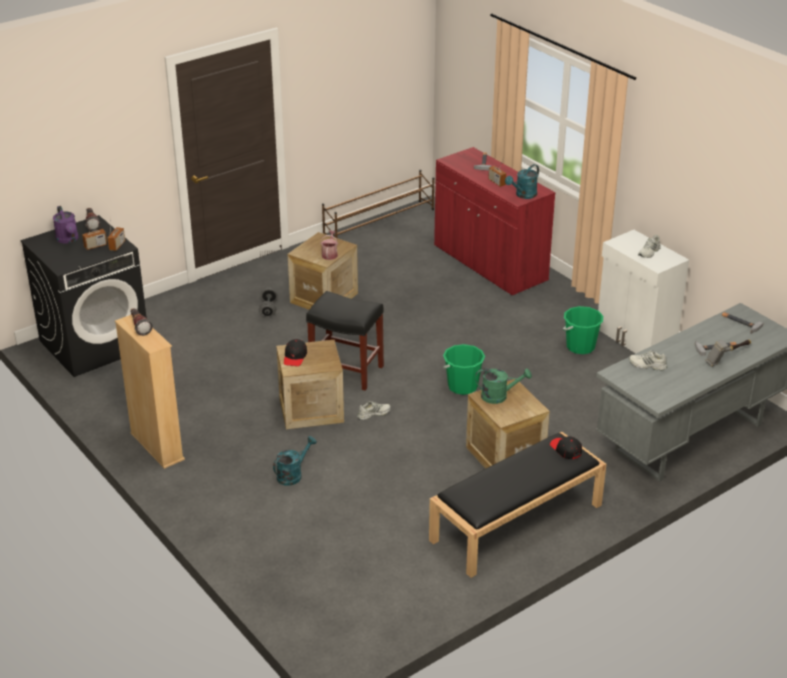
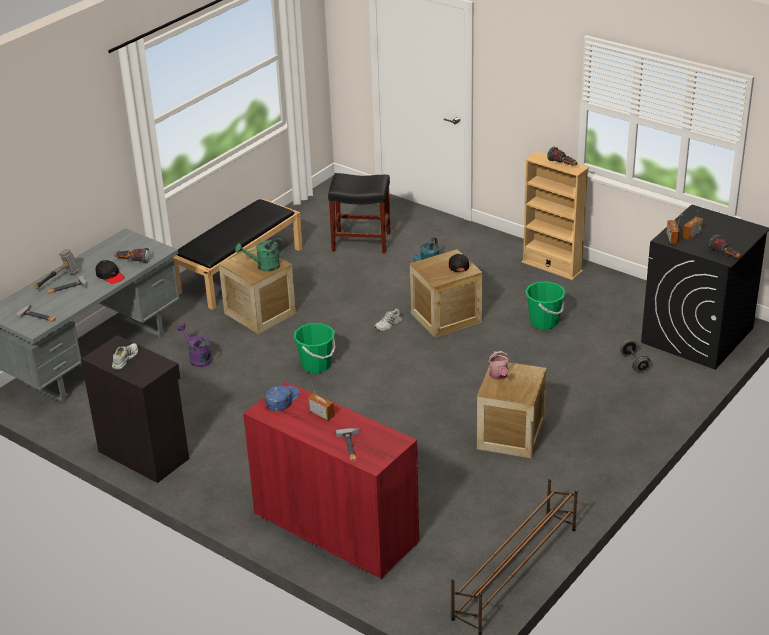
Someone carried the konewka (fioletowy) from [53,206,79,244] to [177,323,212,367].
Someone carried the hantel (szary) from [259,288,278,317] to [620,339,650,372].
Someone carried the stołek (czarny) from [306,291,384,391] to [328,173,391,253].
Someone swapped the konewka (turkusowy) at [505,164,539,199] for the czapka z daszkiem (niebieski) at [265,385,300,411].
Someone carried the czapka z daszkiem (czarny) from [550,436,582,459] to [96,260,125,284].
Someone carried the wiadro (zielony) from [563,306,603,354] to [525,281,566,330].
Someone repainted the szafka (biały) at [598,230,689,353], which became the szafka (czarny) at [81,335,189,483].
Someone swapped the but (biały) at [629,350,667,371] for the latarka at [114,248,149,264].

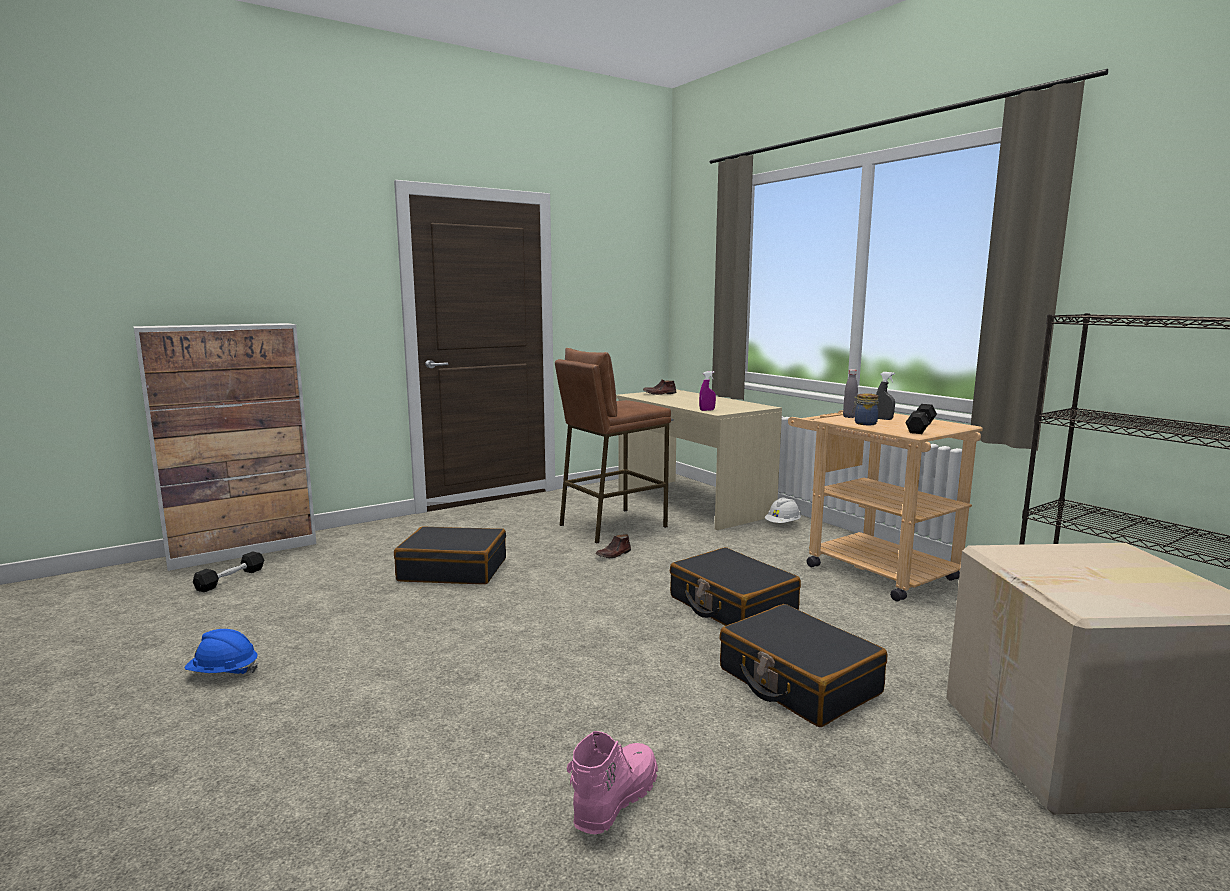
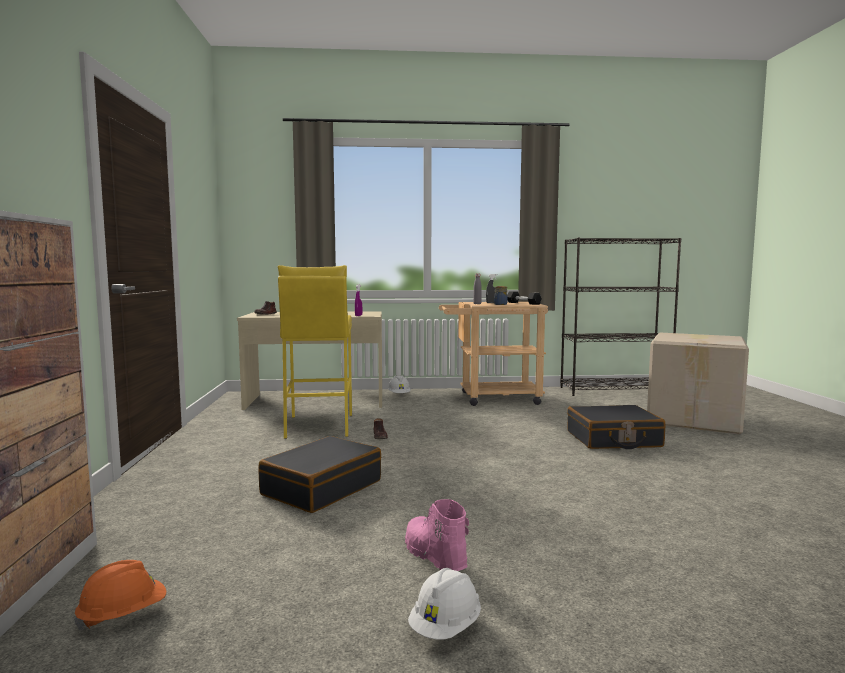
Someone repainted the kask (niebieski) at [185,629,258,674], which became the kask (biały) at [408,568,481,640].
Someone swapped the hantel (czarny) at [193,551,264,592] for the kask (pomarańczowy) at [74,560,166,630].
Someone repainted the stołek (brązowy) at [555,348,671,544], which became the stołek (żółty) at [278,265,352,439].
Someone carried the but z cholewką (różowy) from [567,731,658,834] to [405,499,469,571].
Someone took away the walizka (czarny) at [670,547,801,626].

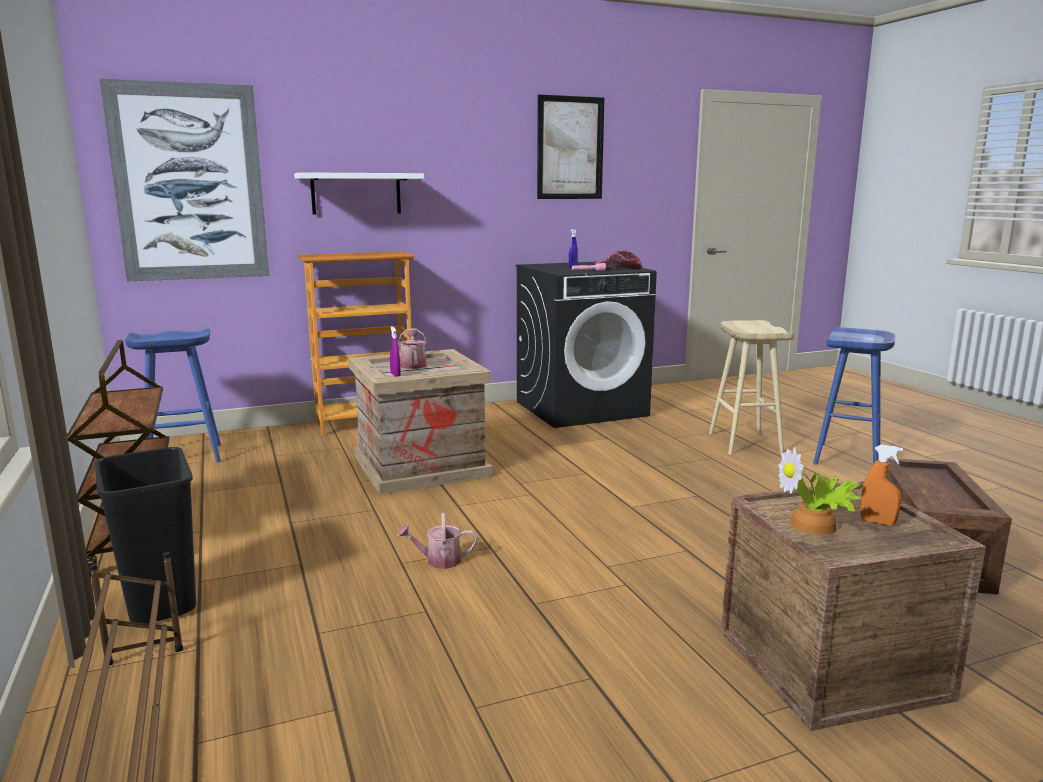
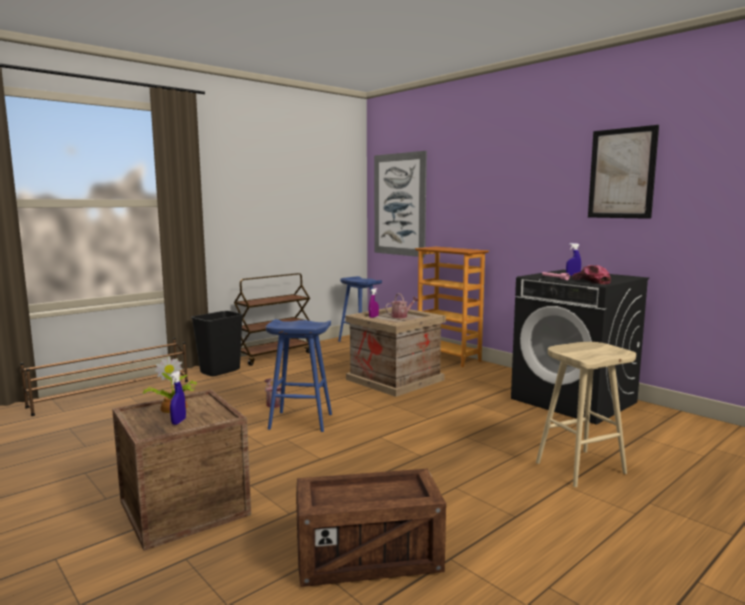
Someone took away the półka (biały) at [294,172,424,215].
Someone carried the stołek (niebieski) from [813,327,896,465] to [266,319,332,432].
Someone repainted the spryskiwacz (pomarańczowy) at [860,445,903,525], which became the spryskiwacz (niebieski) at [170,371,186,425].

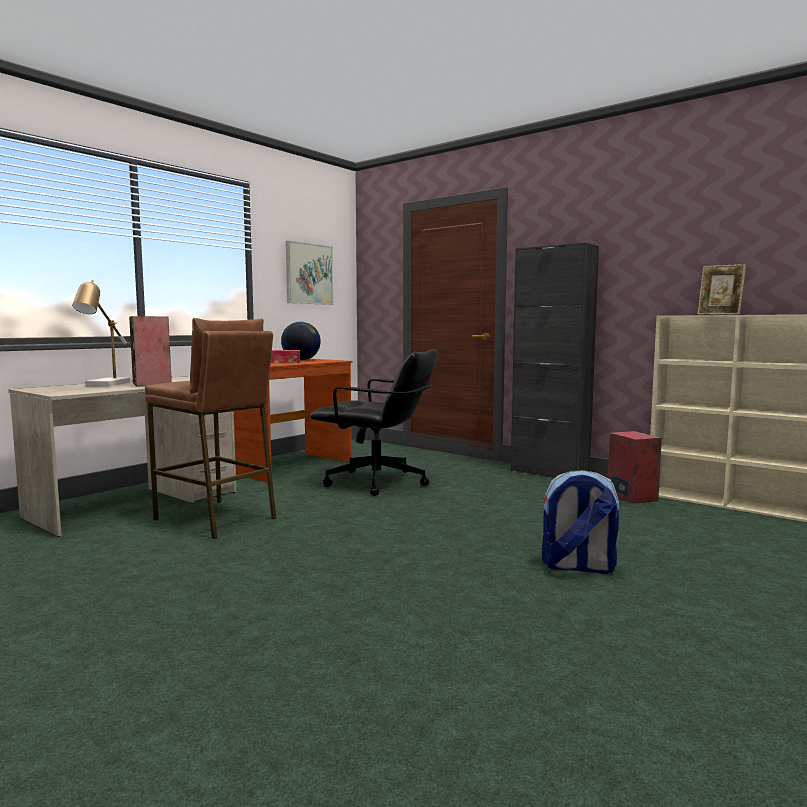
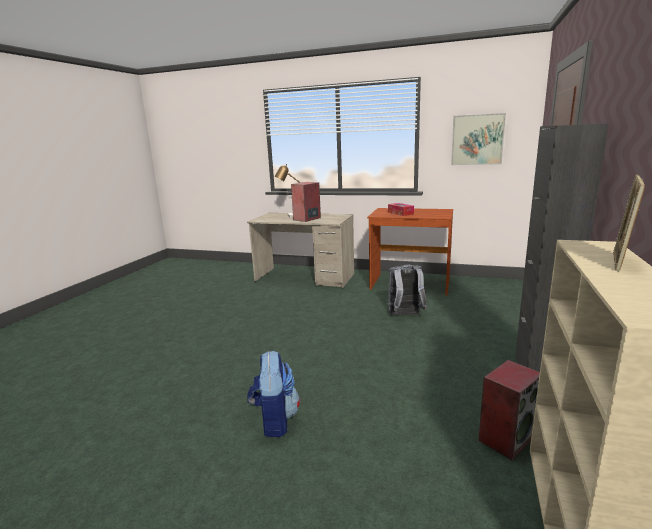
Someone took away the stołek (brązowy) at [145,318,277,539].
Someone took away the globus at [281,322,321,361].
Someone swapped the krzesło biurowe (czarny) at [310,349,438,496] for the plecak (szary) at [387,265,427,315].

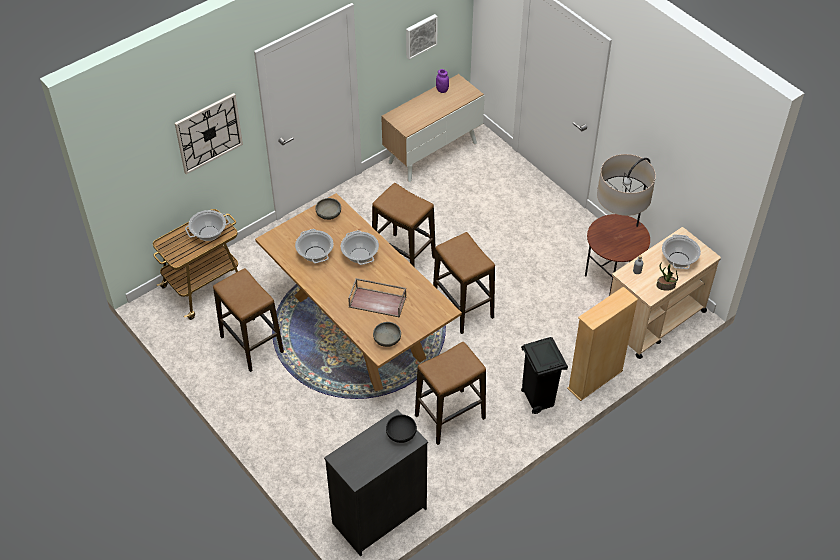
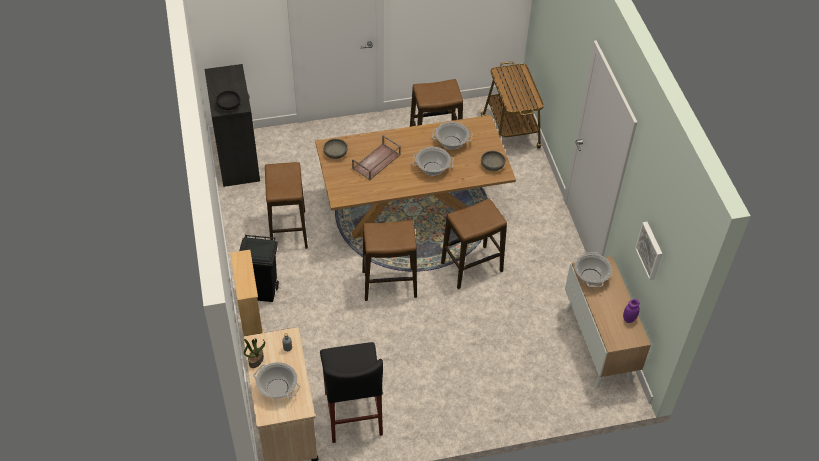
Someone took away the zegar ścienny at [175,93,243,174].
Someone carried the garnek from [185,210,230,241] to [575,252,612,287].
Someone swapped the lampa stojąca at [585,154,656,296] for the stołek (czarny) at [320,342,383,443].

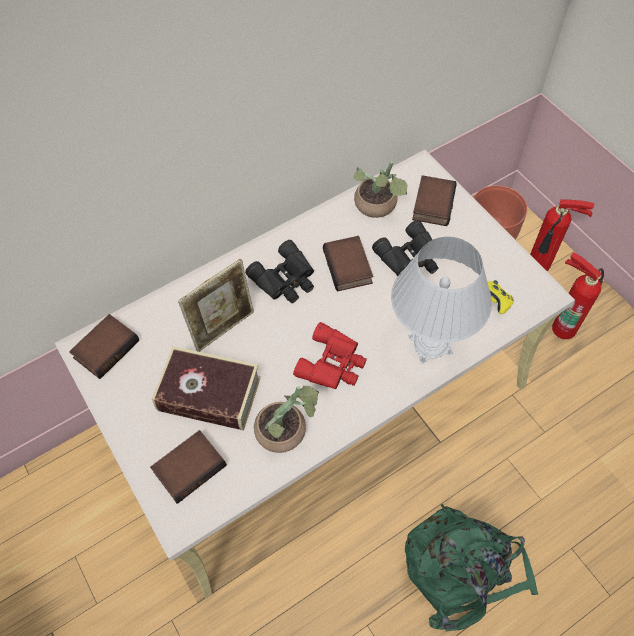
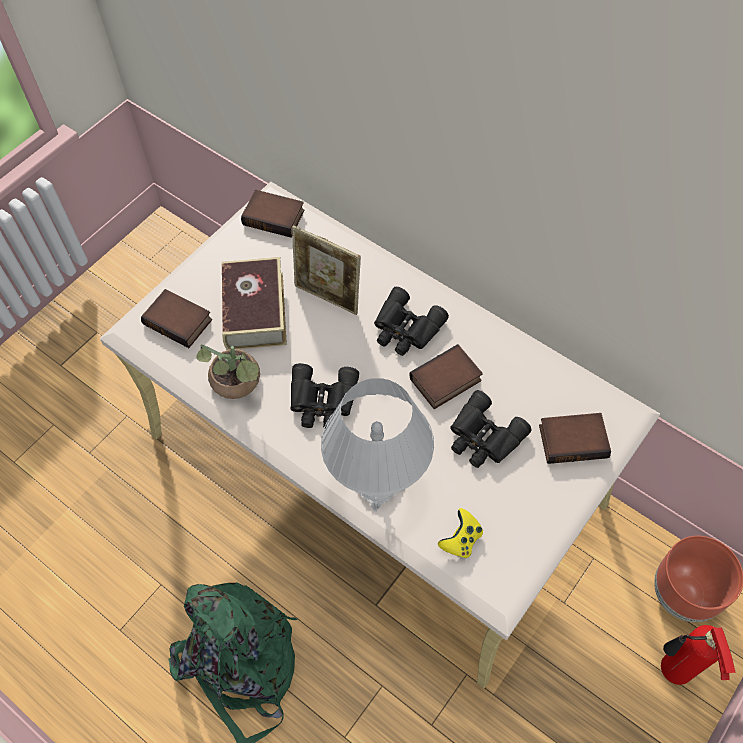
Someone repainted the lornetka (czerwony) at [293,322,367,389], which became the lornetka (czarny) at [291,363,359,428].
Someone took away the roślina doniczkowa at [354,161,408,218].
Someone took away the gaśnica at [552,252,604,339].

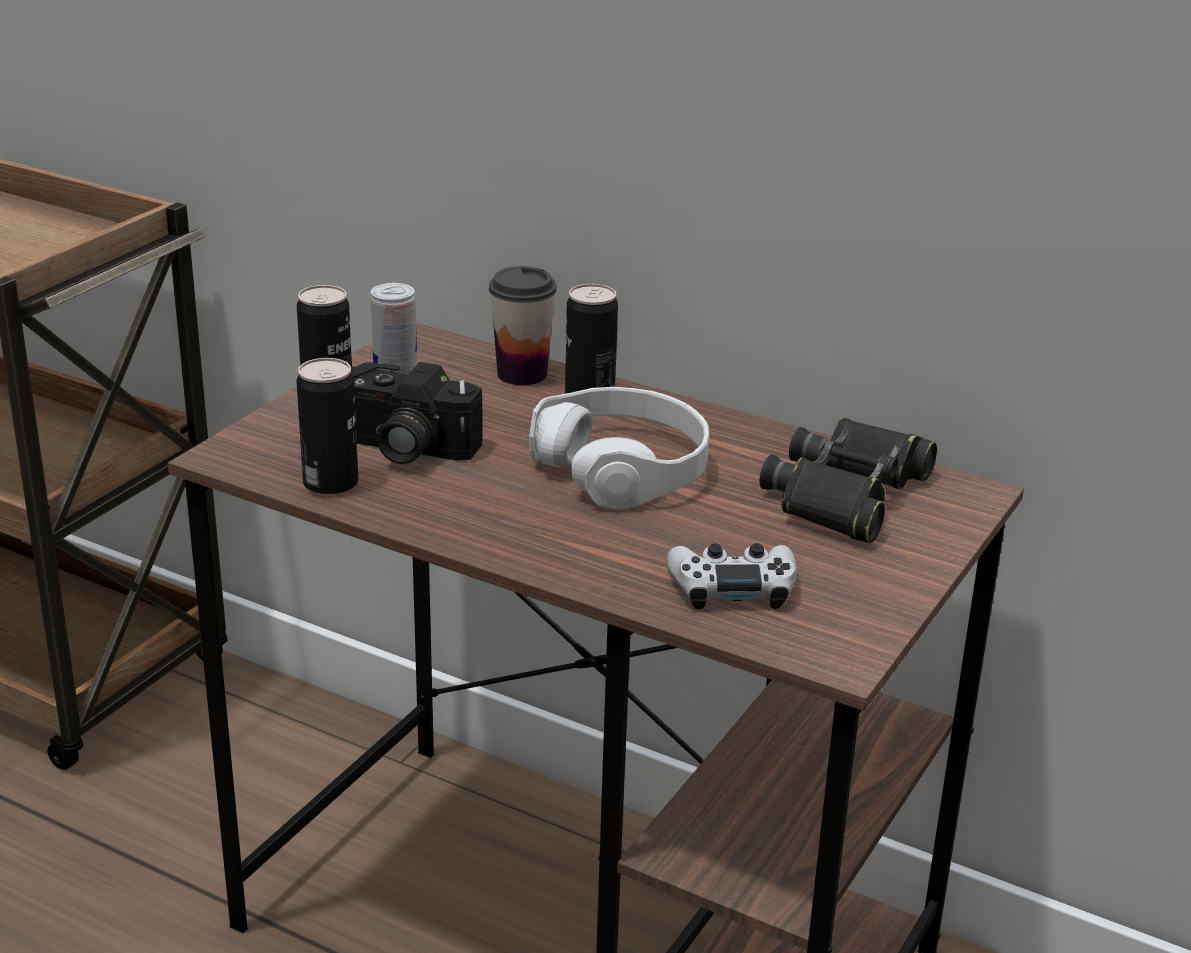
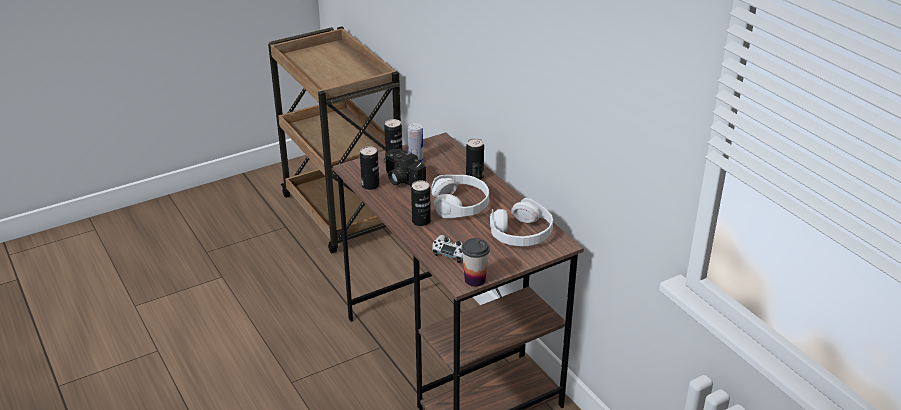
Someone carried the filiżanka from [489,266,557,385] to [462,238,490,287].
Someone swapped the lornetka (czarny) at [760,417,937,543] for the słuchawki (biały) at [490,198,553,247].
Someone put down the puszka at [411,181,431,226].

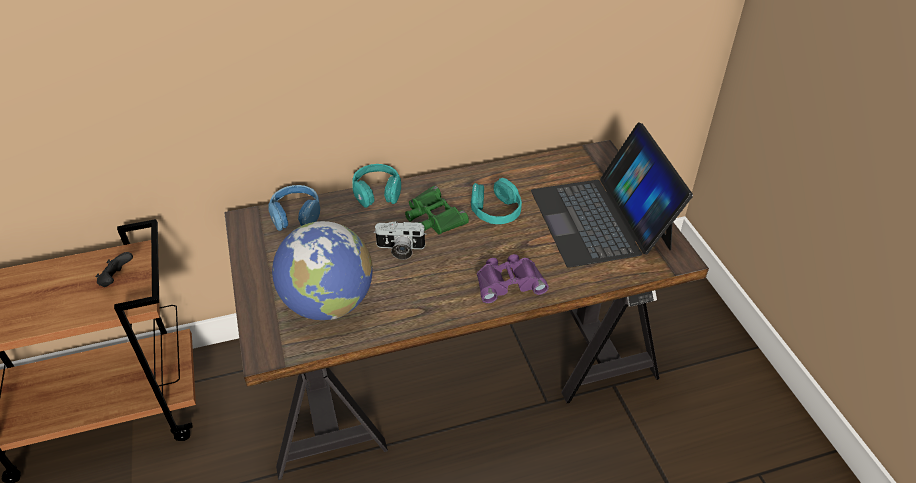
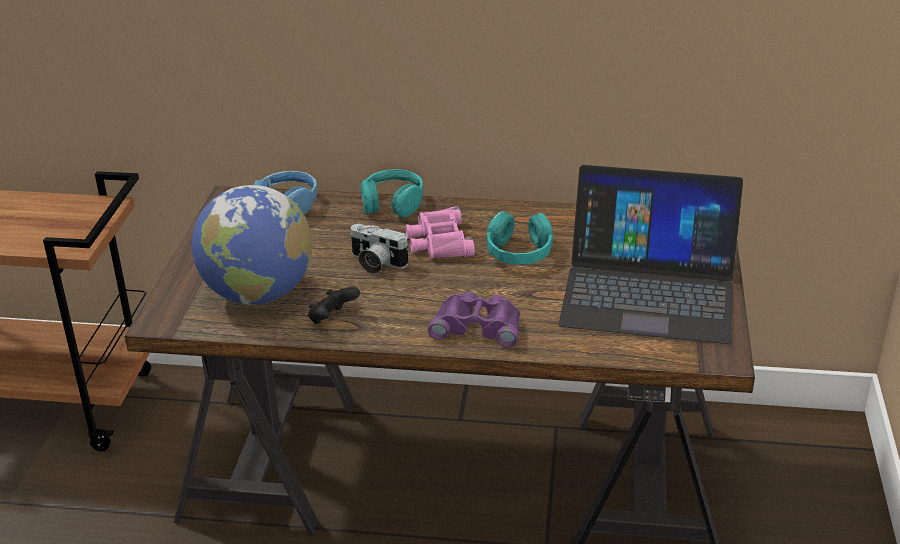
Someone carried the pad do gier (czarny) from [96,252,133,287] to [308,286,360,324].
Someone repainted the lornetka (zielony) at [405,186,469,234], which became the lornetka (różowy) at [405,206,475,259].
Someone rotated the laptop at [531,122,693,268] by 90 degrees counterclockwise.

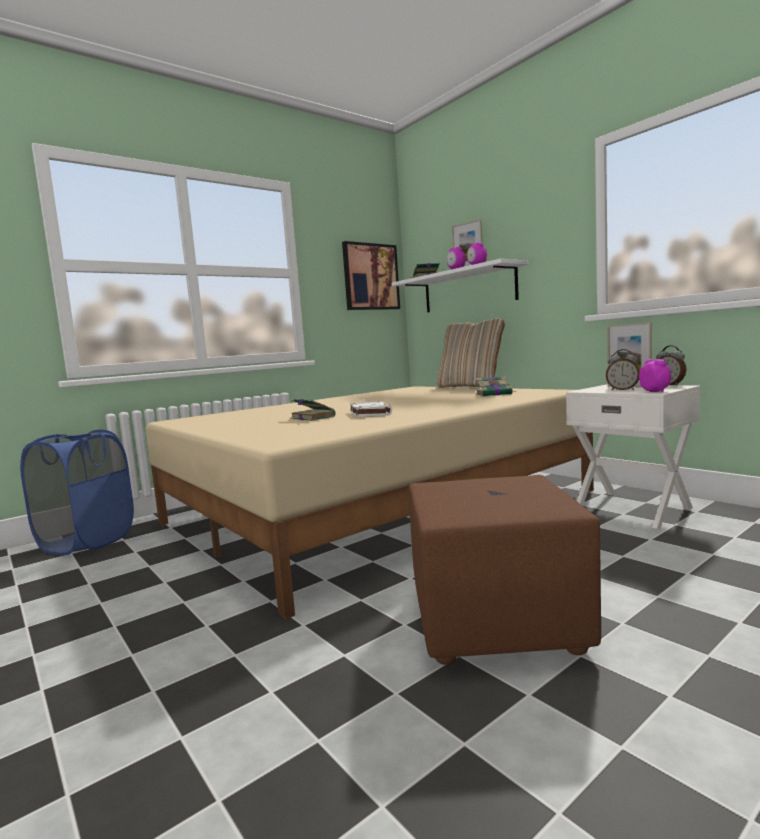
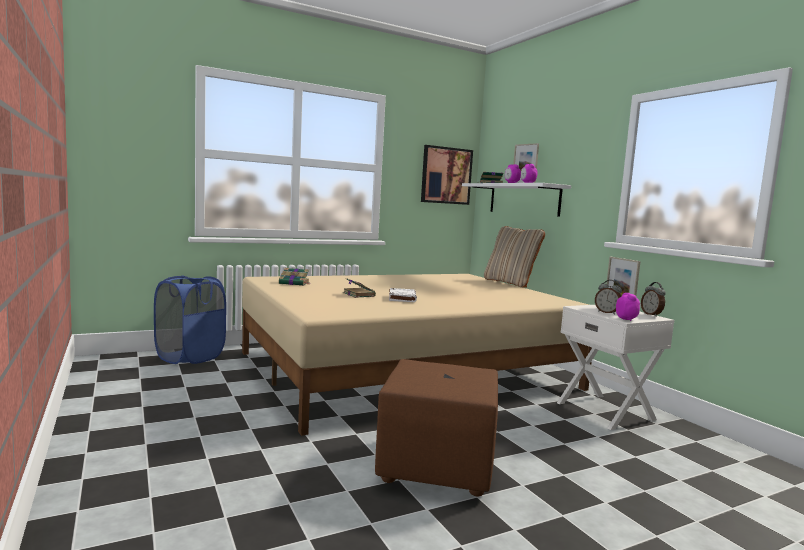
Someone carried the książka from [476,376,517,396] to [279,268,309,286].

